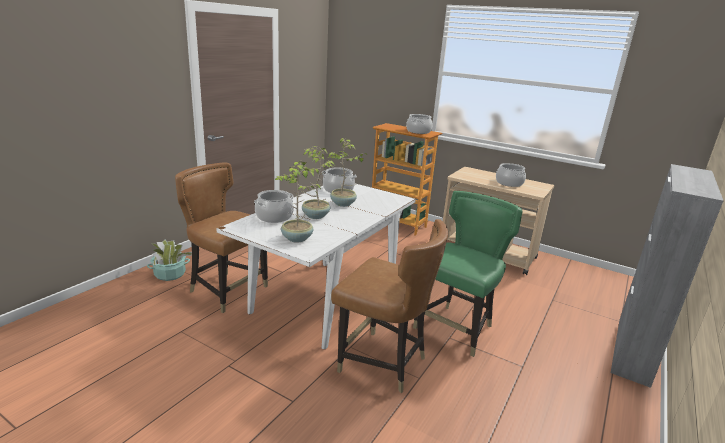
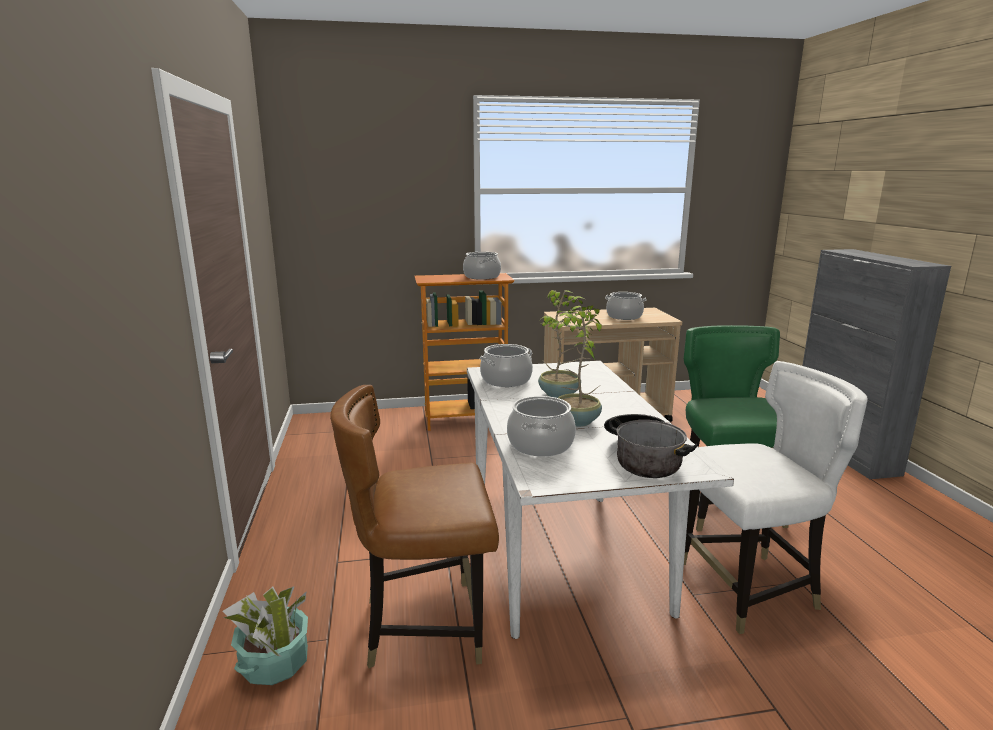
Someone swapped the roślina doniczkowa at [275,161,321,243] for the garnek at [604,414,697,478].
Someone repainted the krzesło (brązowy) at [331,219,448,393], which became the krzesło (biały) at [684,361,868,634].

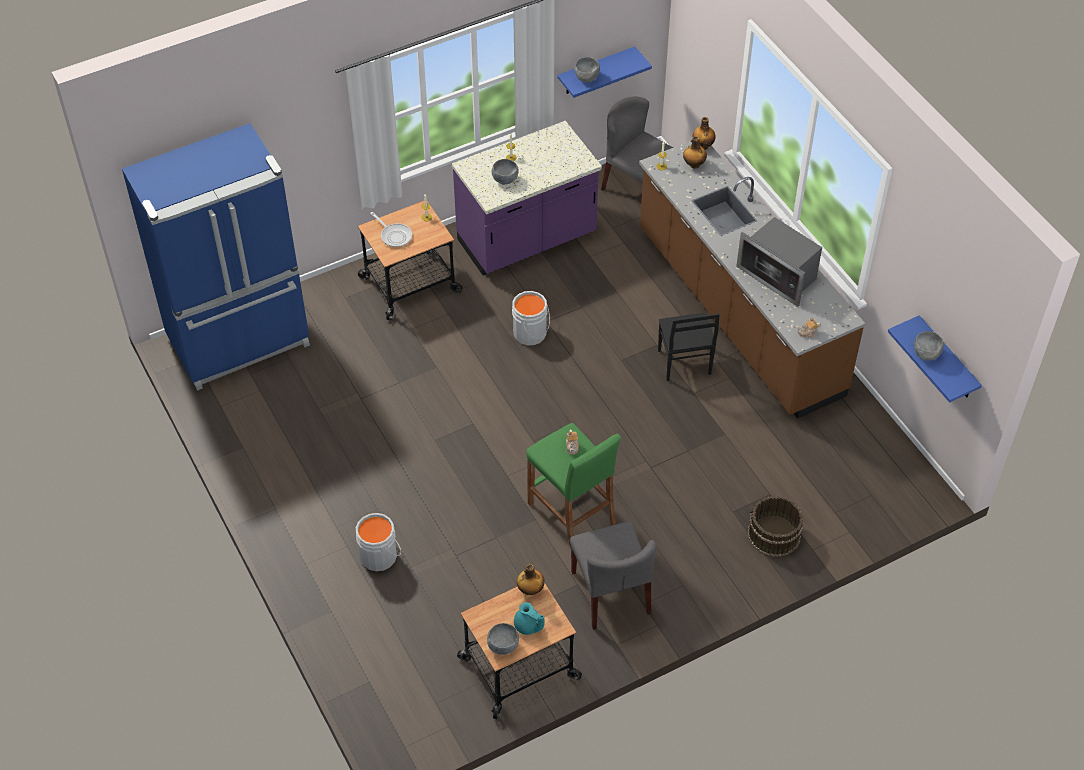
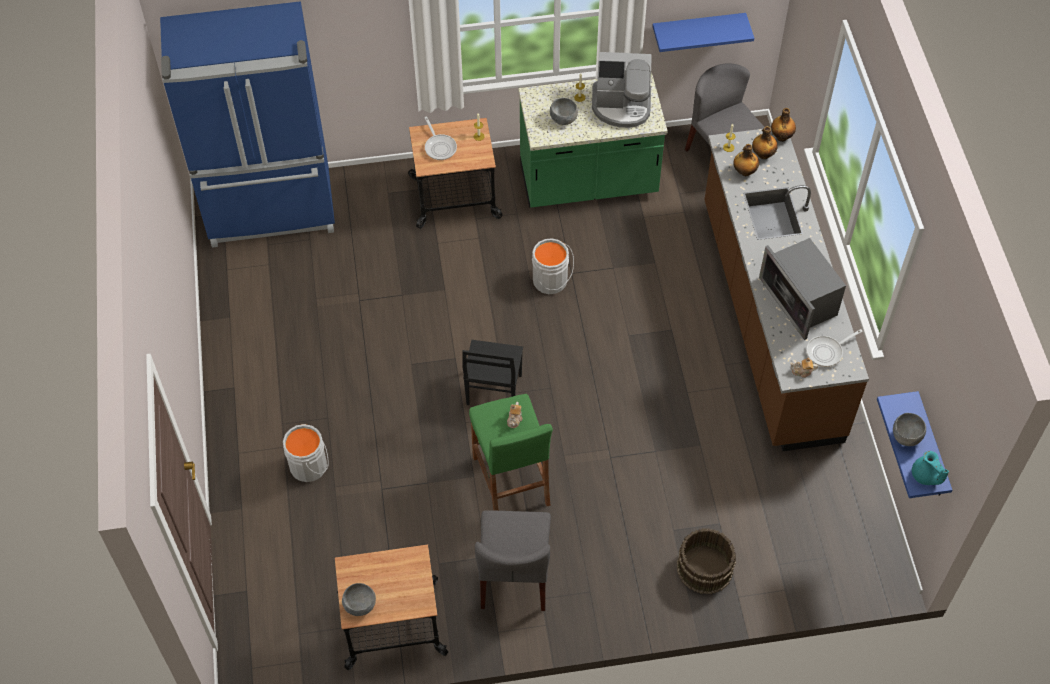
Someone repainted the zabudowa kuchenna (fioletowy) at [452,121,602,275], which became the zabudowa kuchenna (zielony) at [518,72,668,208].
Someone carried the imbryk (turkusowy) from [514,602,545,635] to [912,451,949,485].
Someone carried the butelka from [517,564,545,595] to [733,144,759,176].
Someone took away the miska (szary) at [575,57,600,83].
Someone carried the krzesło (czarny) from [658,312,720,381] to [462,340,523,405].
Someone put down the ekspres do kawy at [592,52,652,128].
Someone put down the patelnia at [806,329,863,367].

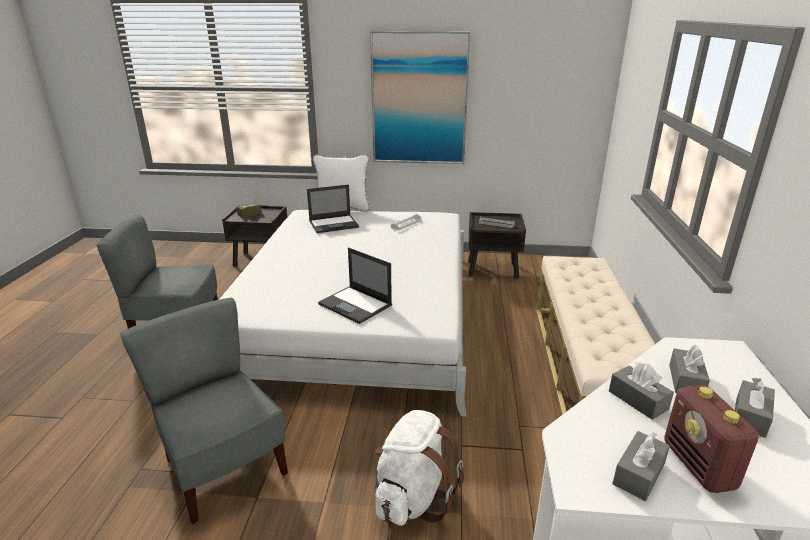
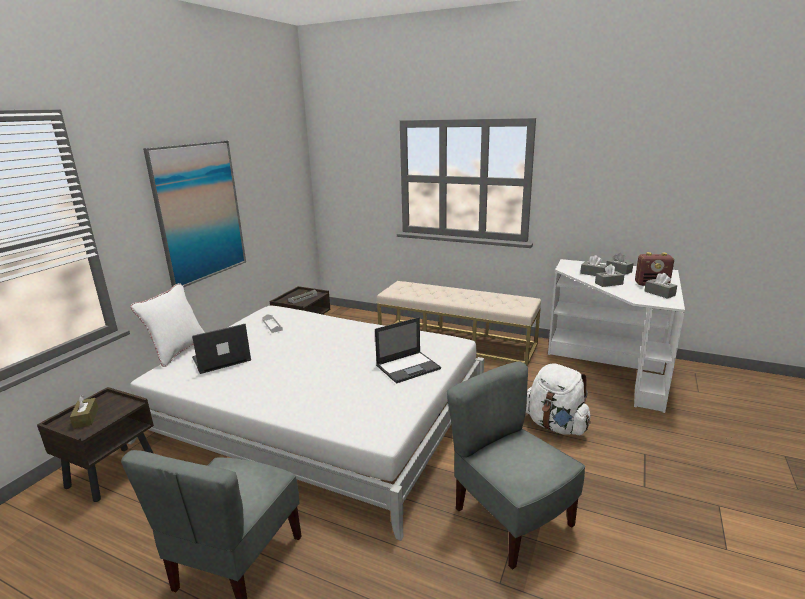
Someone rotated the krzesło (szary) at [120,298,288,524] by 75 degrees clockwise.
Someone rotated the laptop at [307,185,359,233] by 120 degrees counterclockwise.

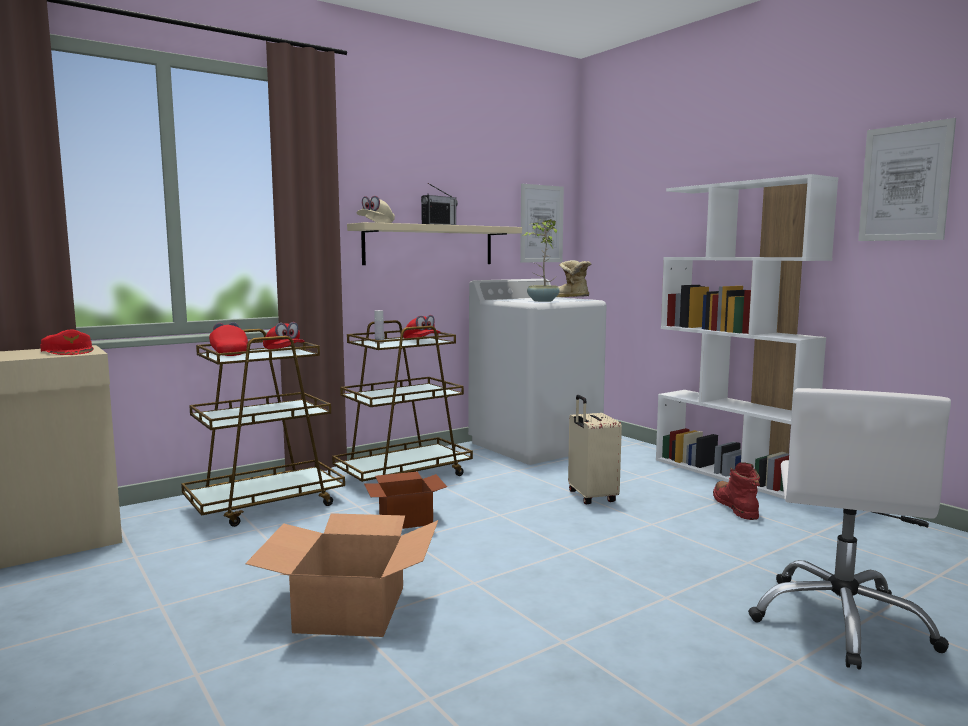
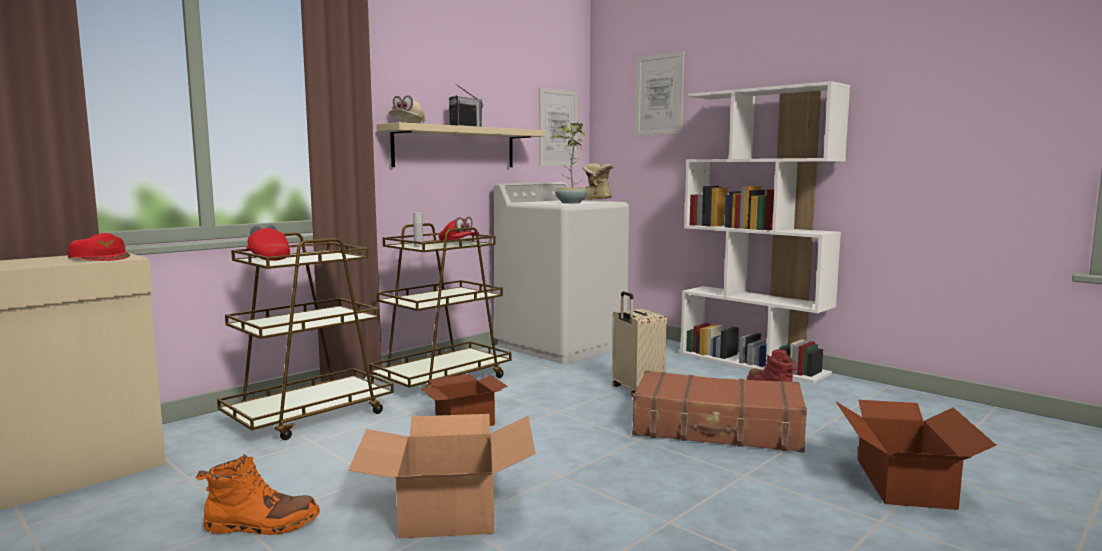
Someone took away the czapka z daszkiem (czerwony) at [263,322,305,349].
Someone swapped the krzesło biurowe (biały) at [748,388,951,670] for the karton at [836,400,997,510].
Someone carried the obraz from [858,118,956,241] to [636,51,684,136].
Someone put down the but z cholewką (pomarańczowy) at [196,453,320,535].
Someone put down the walizka (brązowy) at [632,370,807,453].

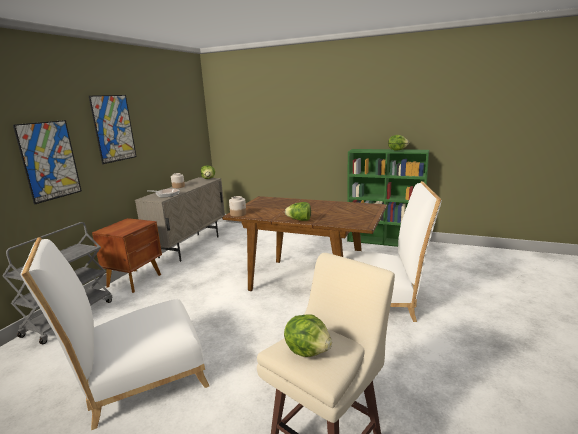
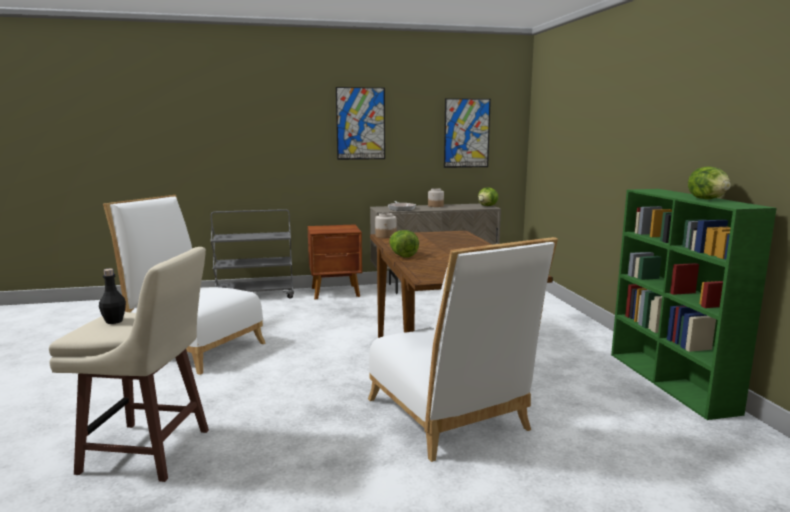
Someone carried the obraz from [13,120,82,205] to [444,98,491,168].
Someone swapped the sałata at [284,314,332,357] for the butelka (czarny) at [99,269,126,324].

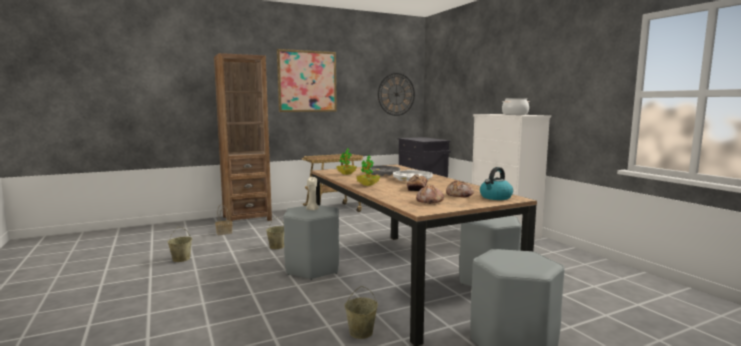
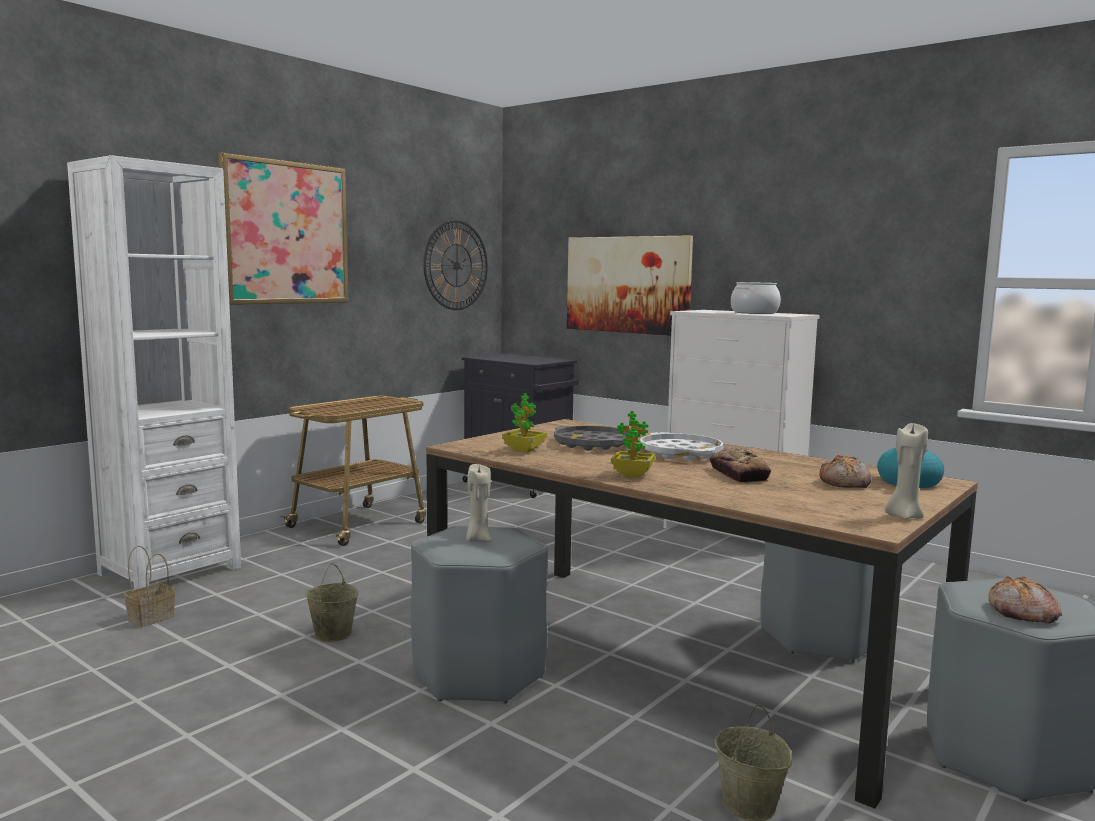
Someone took away the wiadro (beżowy) at [168,227,192,262].
Someone repainted the regał (brązowy) at [214,53,272,221], which became the regał (biały) at [67,155,241,590].
Someone carried the chleb from [416,185,444,204] to [988,576,1062,623].
Someone put up the obraz at [567,235,693,336].
Someone put down the świeca (beżowy) at [885,423,928,519].

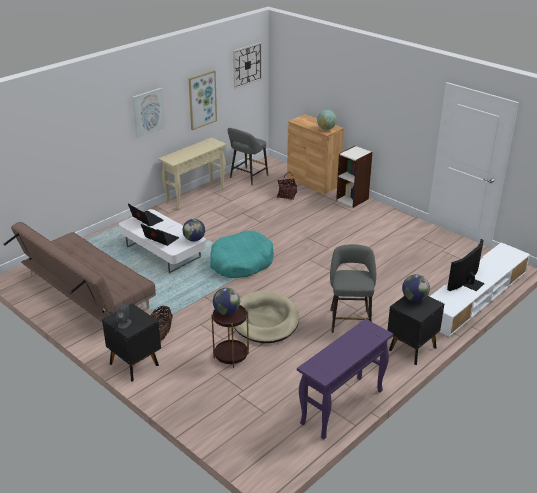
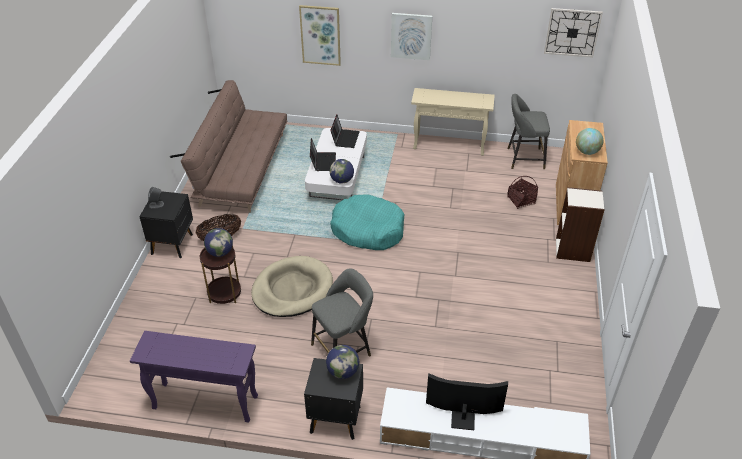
Someone carried the obraz from [189,70,217,130] to [299,5,341,66].

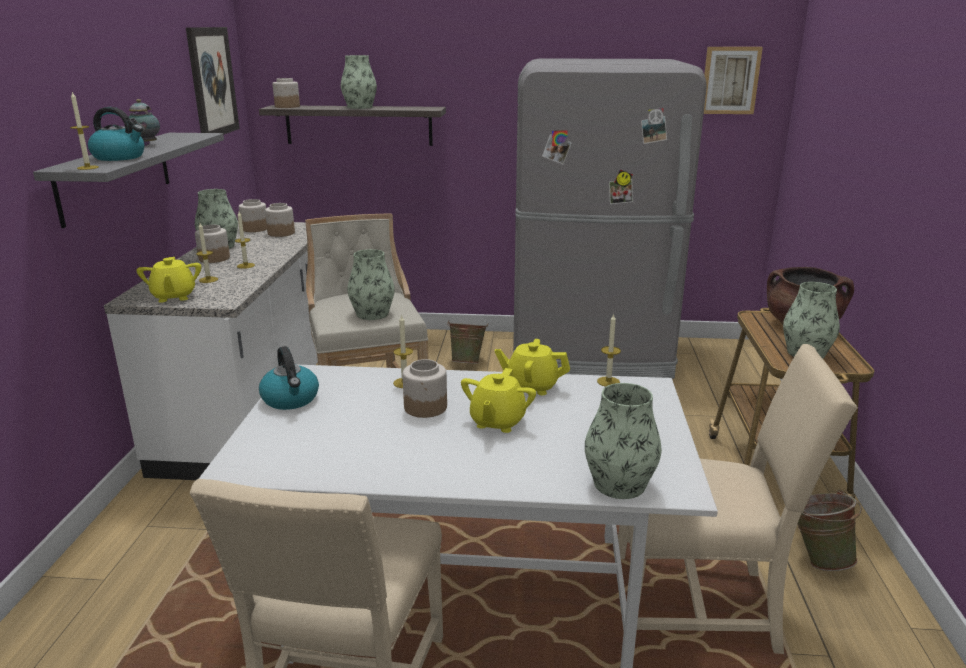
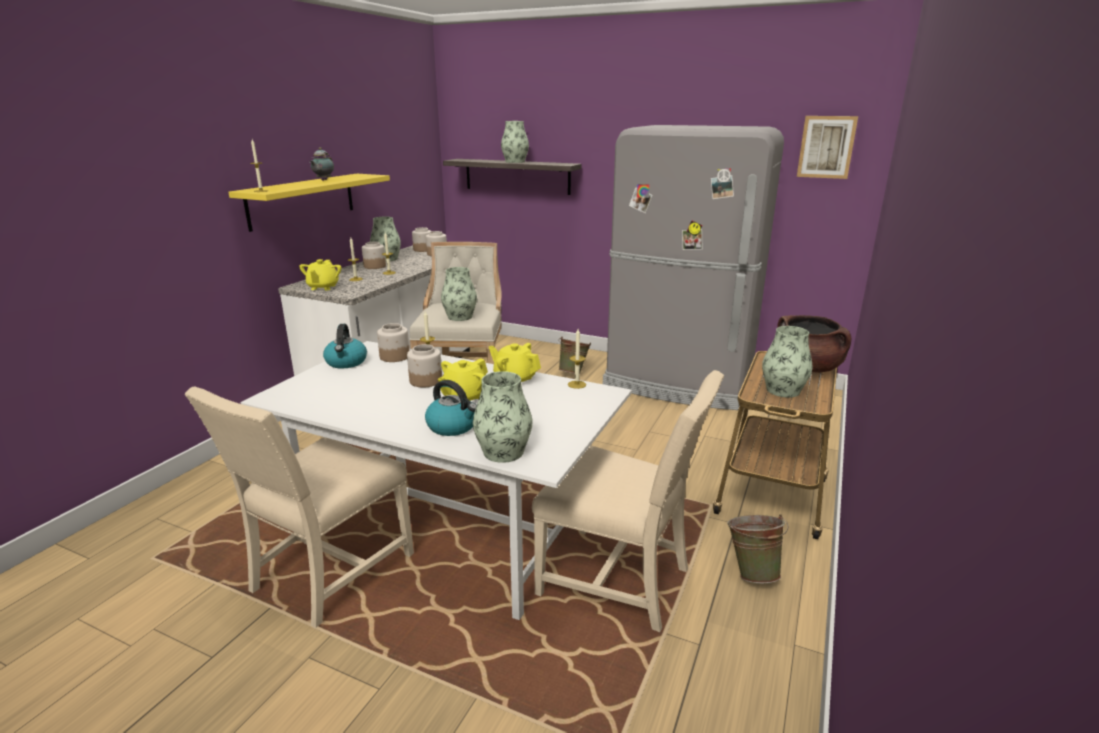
Someone repainted the półka (szary) at [33,133,224,228], which became the półka (żółty) at [228,174,390,232].
Someone carried the czajnik from [88,107,144,161] to [425,380,477,436].
Someone took away the obraz at [186,27,240,135].
Someone carried the słoik from [272,78,300,108] to [377,323,410,362].

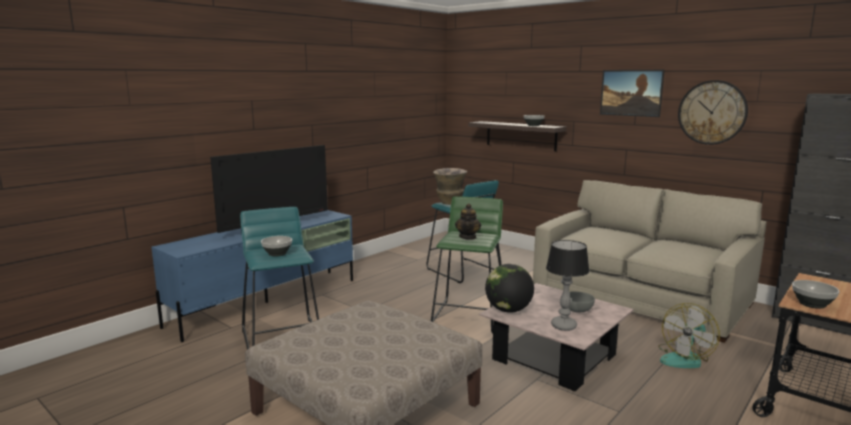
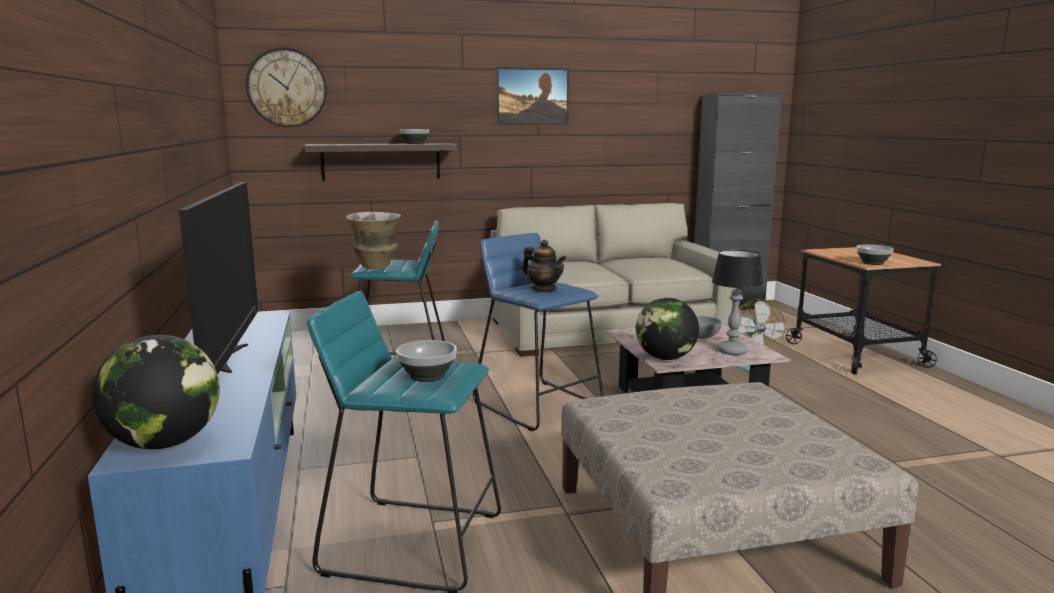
Someone repainted the stołek (zielony) at [431,196,503,333], which became the stołek (niebieski) at [473,233,604,431].
Someone carried the zegar ścienny from [678,80,748,145] to [246,47,327,128].
Someone put down the globus at [92,335,220,449].

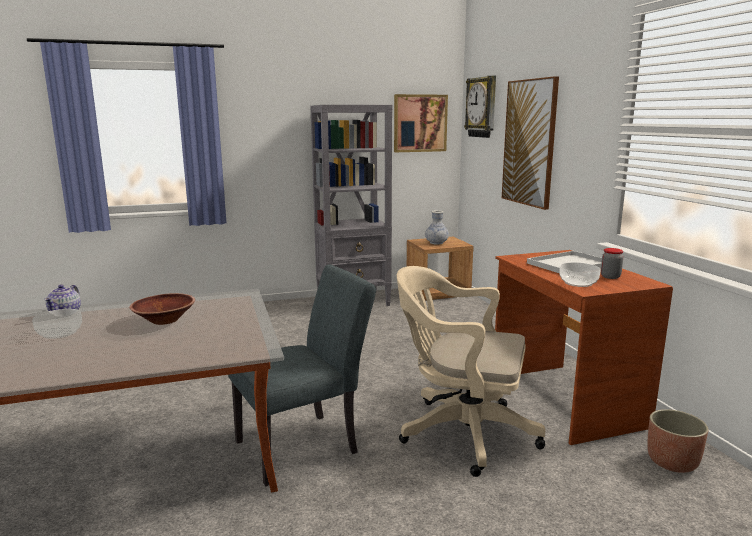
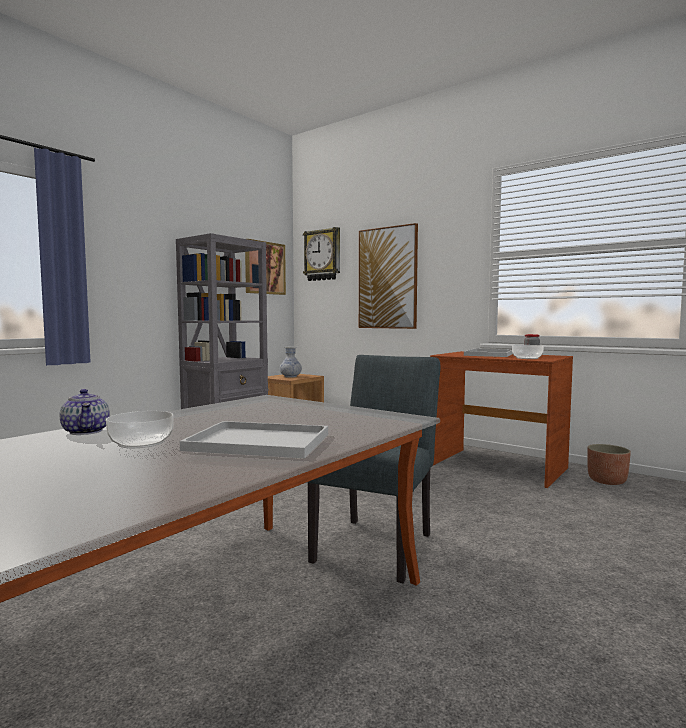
Someone took away the miska (brązowy) at [129,293,195,325].
Someone took away the krzesło biurowe (beżowy) at [397,266,545,477].
Someone put down the taca (biały) at [180,421,328,458].

